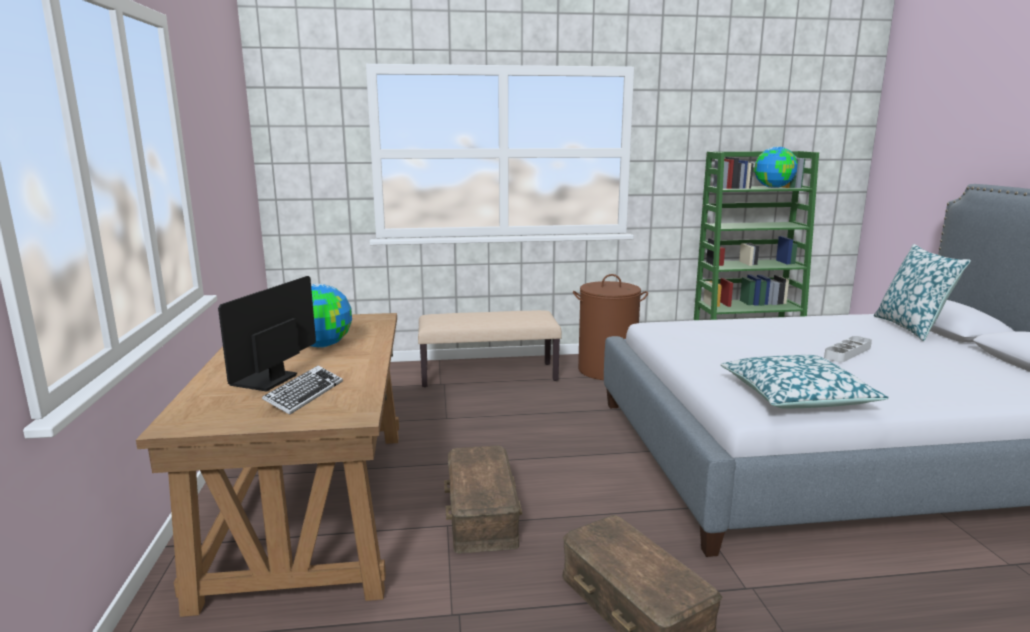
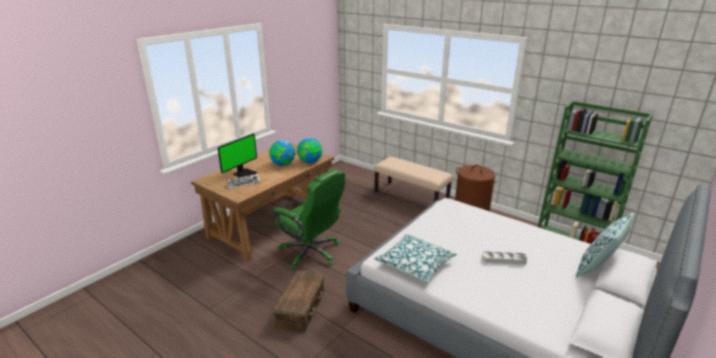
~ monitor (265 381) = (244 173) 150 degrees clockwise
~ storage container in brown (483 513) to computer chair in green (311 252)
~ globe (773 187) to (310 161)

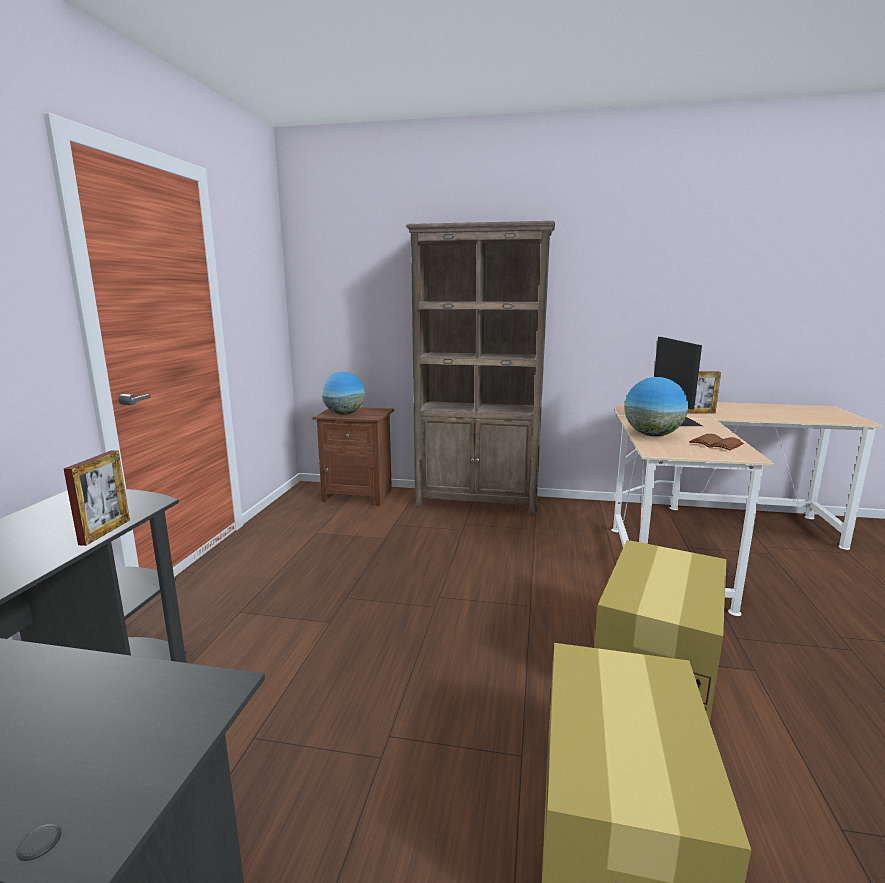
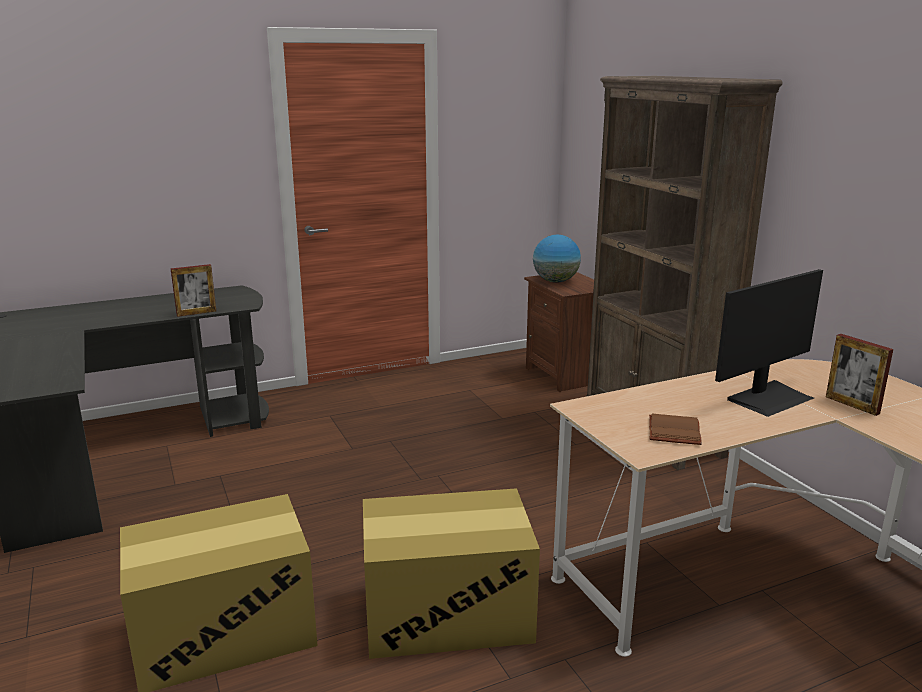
- globe (652 435)

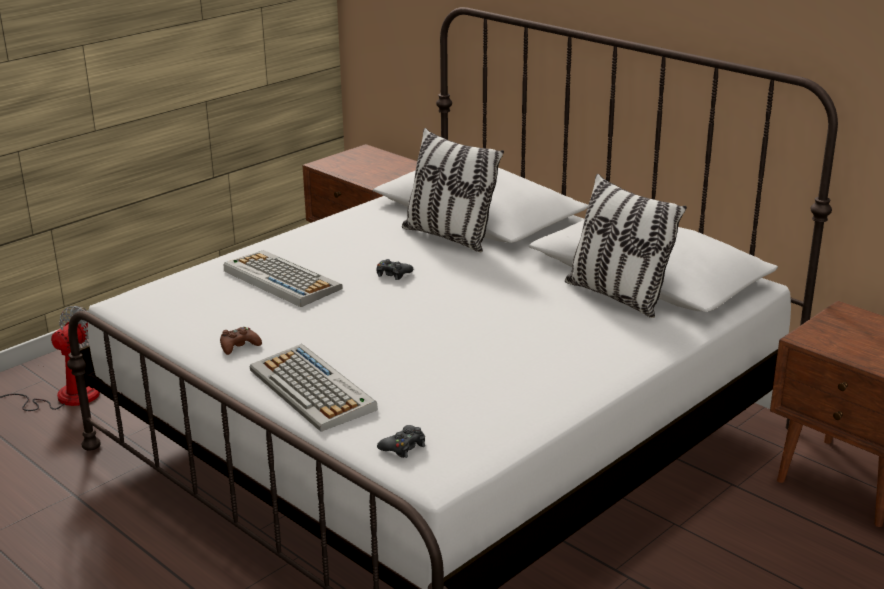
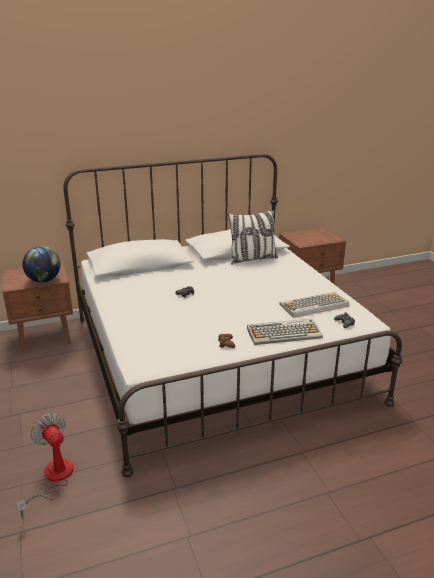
+ globe (44 280)
~ PC keyboard (280 279) to (313 305)
- throw pillow (449 237)

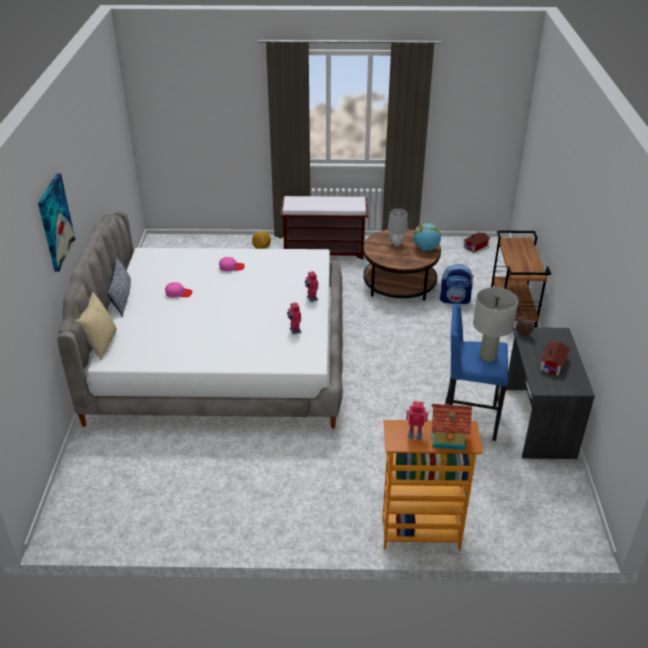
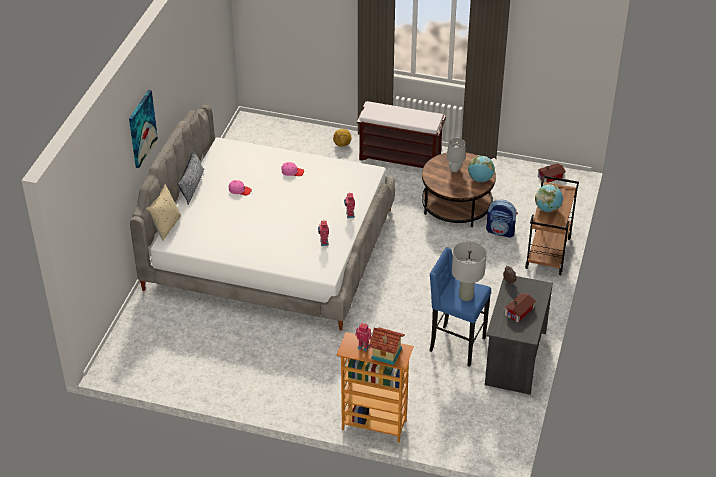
+ globe (547 209)

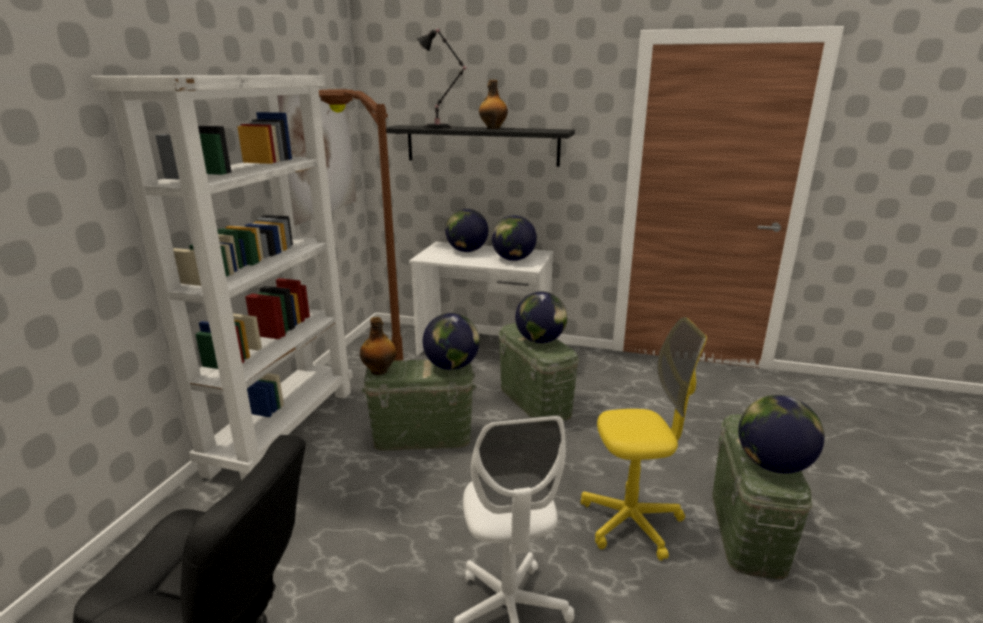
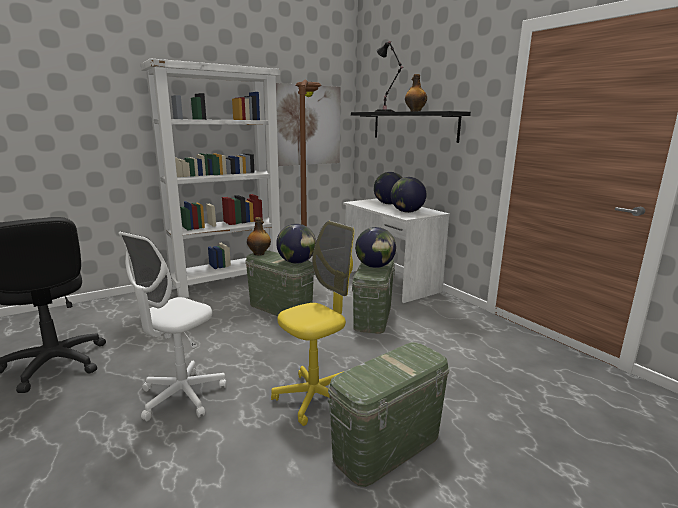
~ computer chair in yellow (631 522) = (315 398) 75 degrees counterclockwise
- globe (772 464)

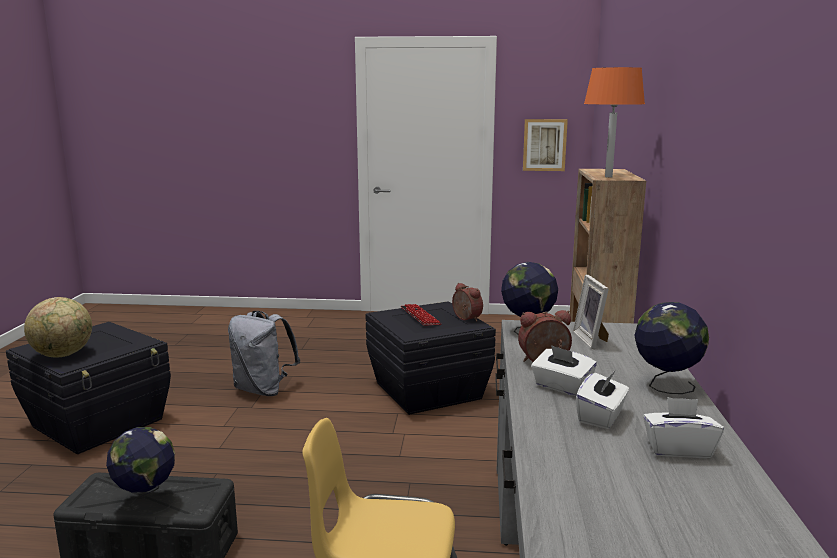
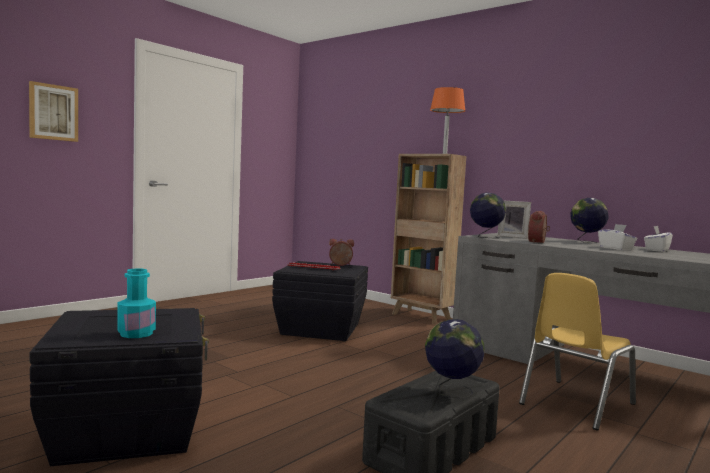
~ wall art (544 145) to (53 112)
~ globe (63 355) to bottle in blue-green (136 334)
- rucksack in grey (263 390)
- tissue box in whitish (561 387)

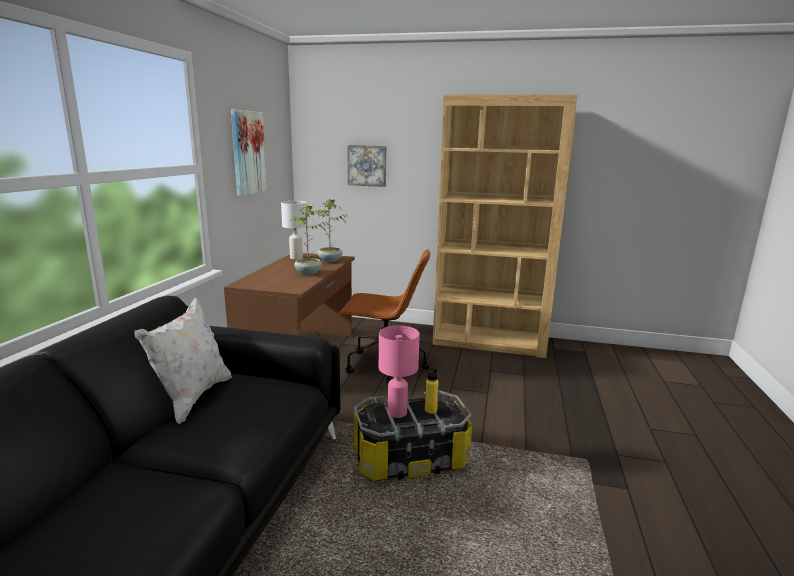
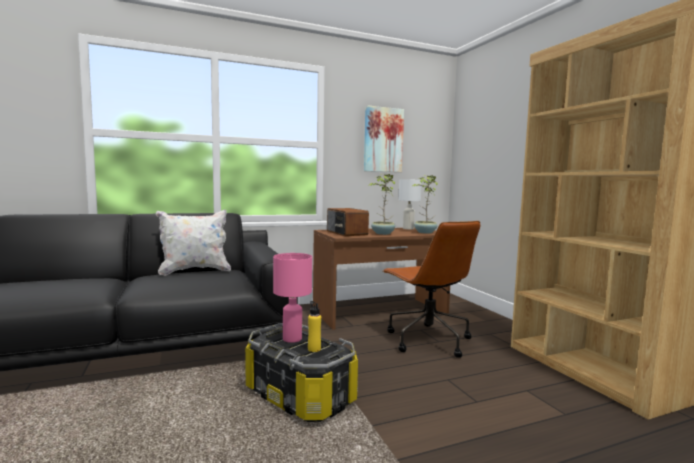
+ radio receiver (346 233)
- wall art (367 165)

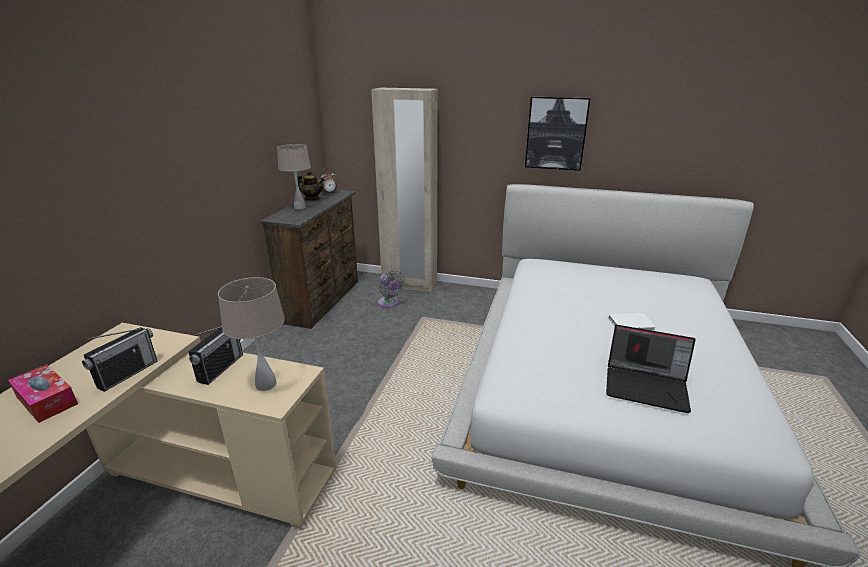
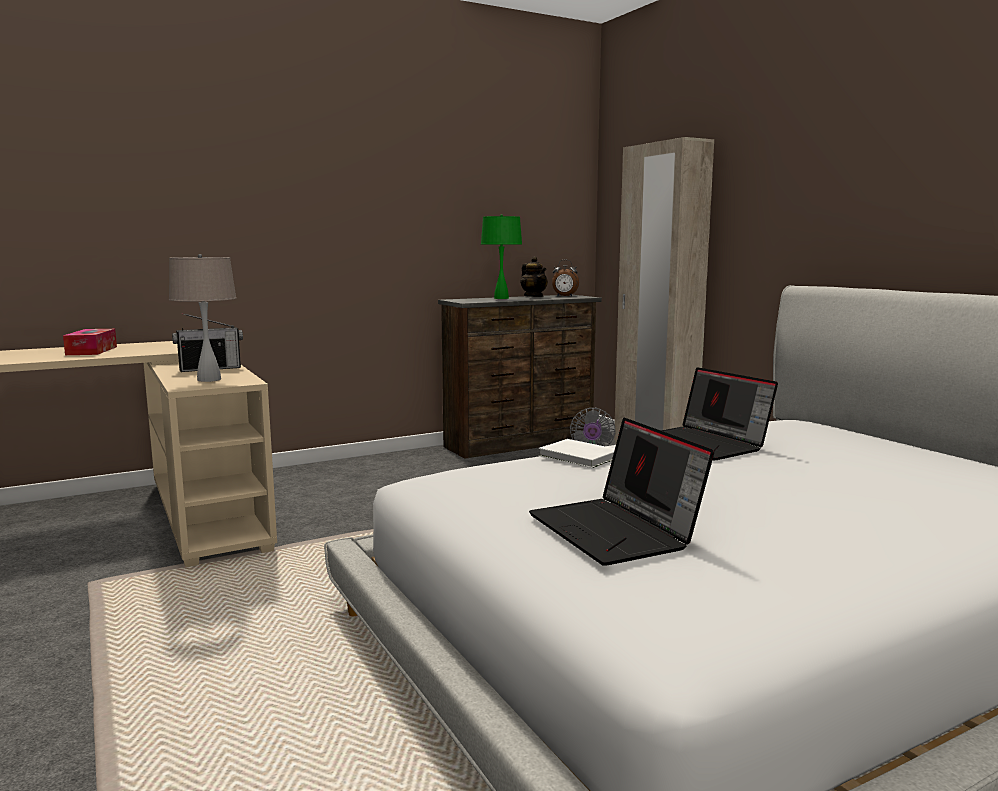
~ lamp for a table in beige (299 207) to lamp for a table in green (501 298)
~ bound book in whitish (632 324) to (580 457)
+ portable computer (706 444)
- radio receiver (127 374)
- wall art (556 133)

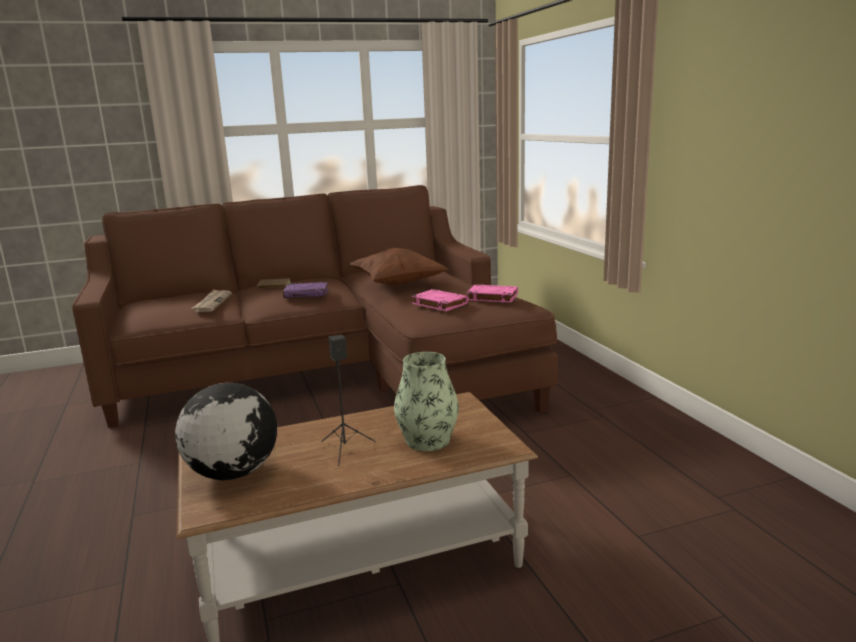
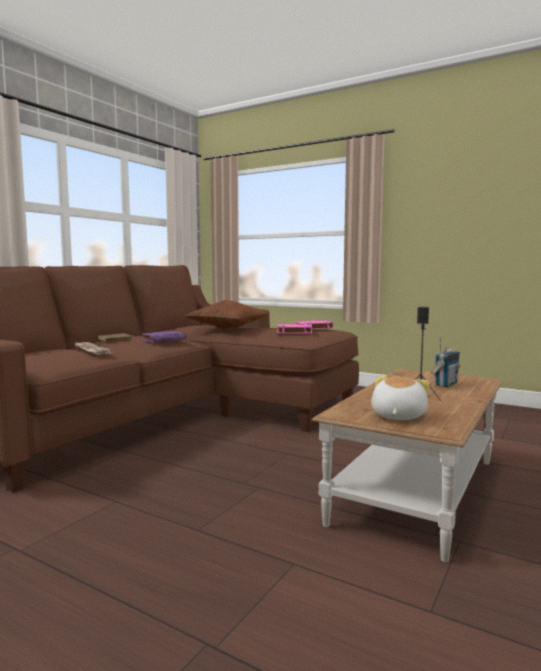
~ globe (232 473) to cuddly toy (397 416)
~ flower vase (427 440) to radio receiver (445 384)

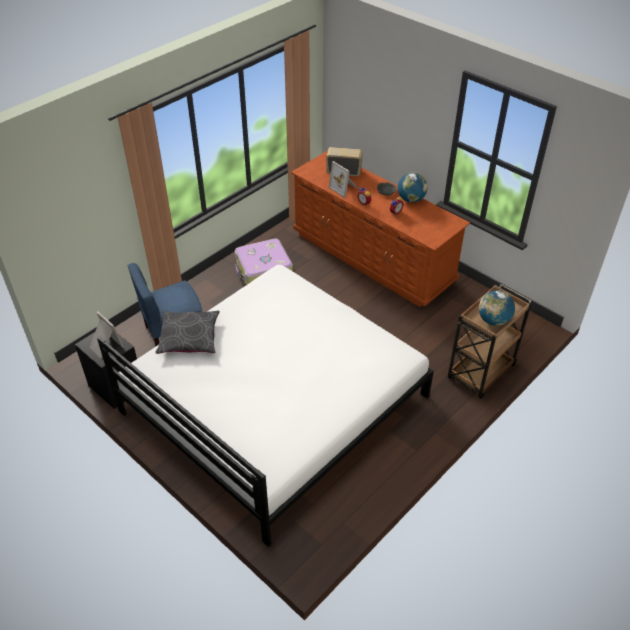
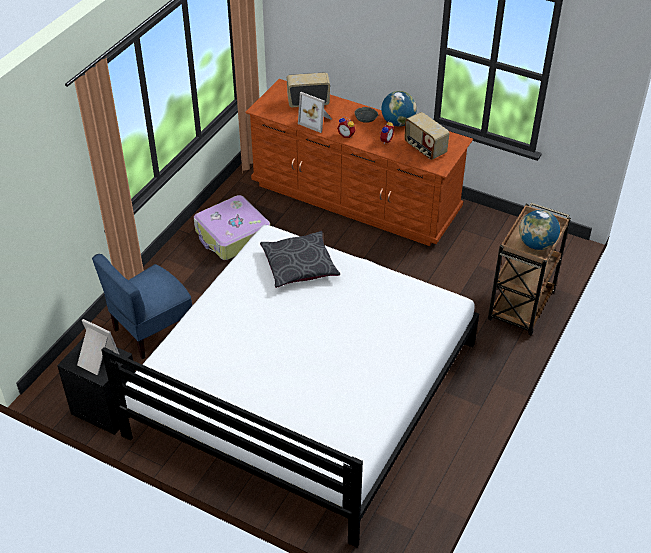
~ throw pillow in grey (189 337) to (299 265)
+ radio receiver (424 148)

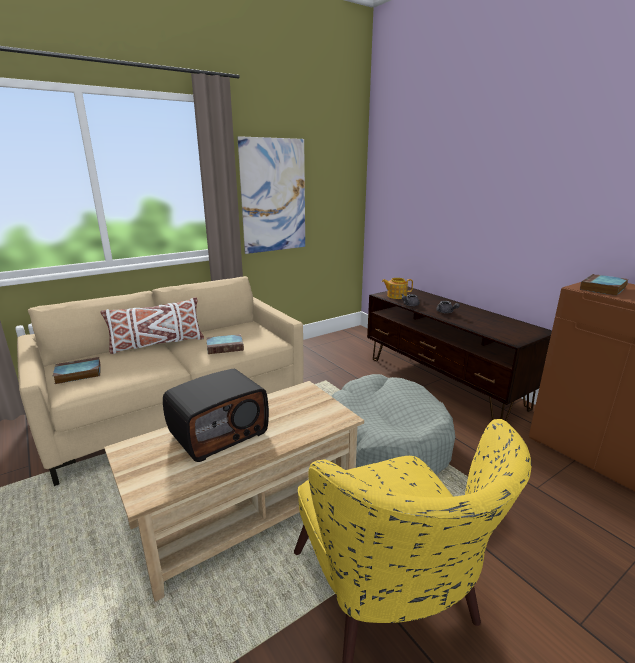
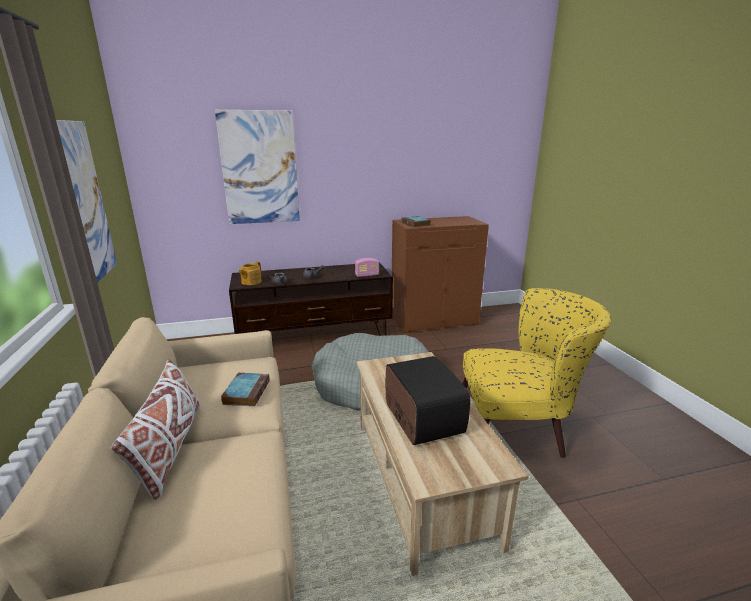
+ wall art (260 168)
+ radio receiver (367 275)
- bound book (77 374)

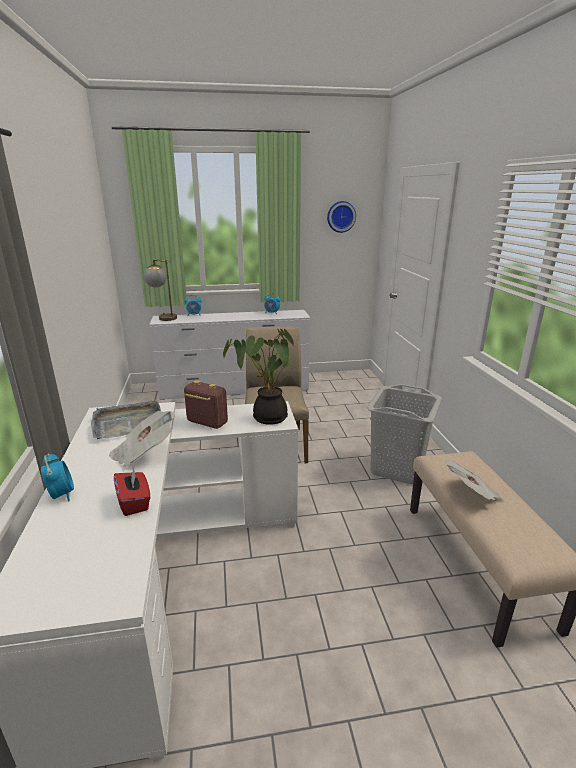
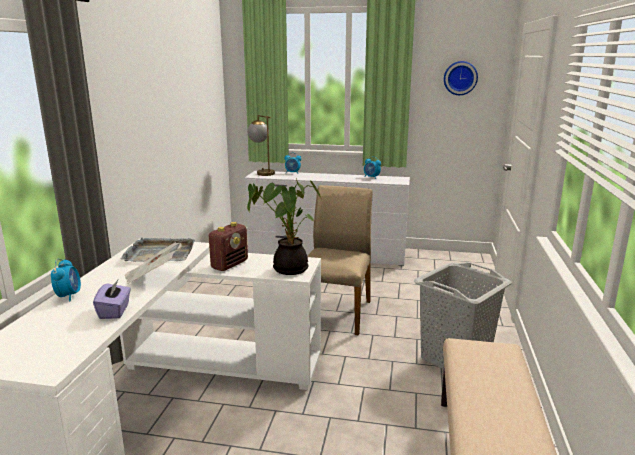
~ tissue box in reddish (134 502) to tissue box in purple (115 311)
~ radio receiver (206 422) = (229 264) 75 degrees clockwise
- printed paper (471 494)

